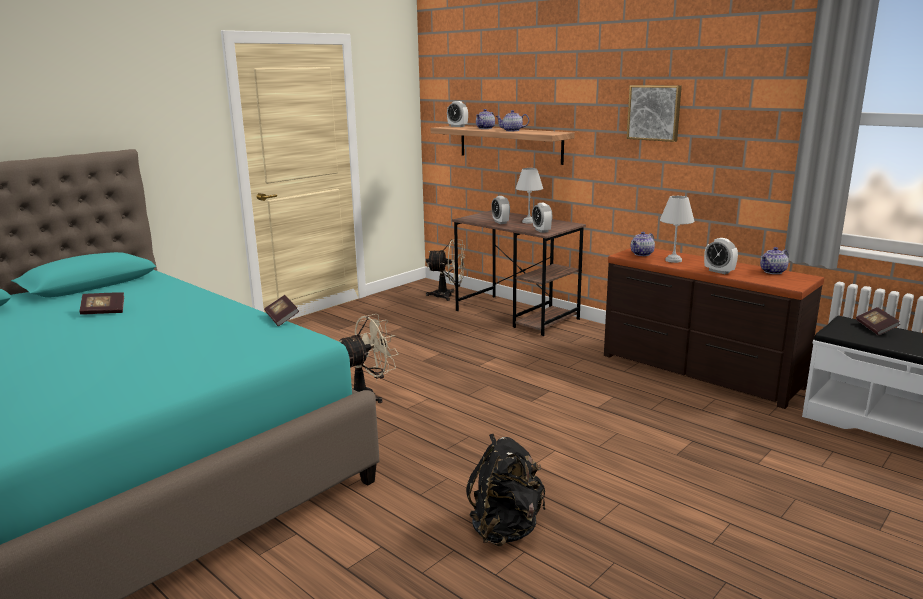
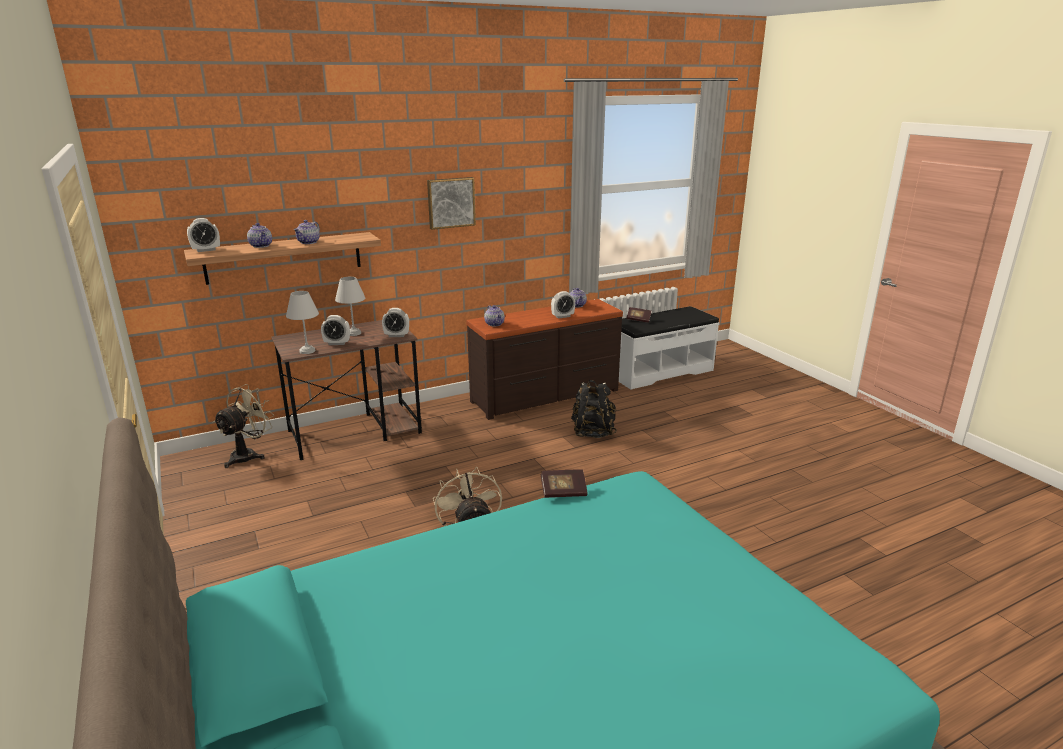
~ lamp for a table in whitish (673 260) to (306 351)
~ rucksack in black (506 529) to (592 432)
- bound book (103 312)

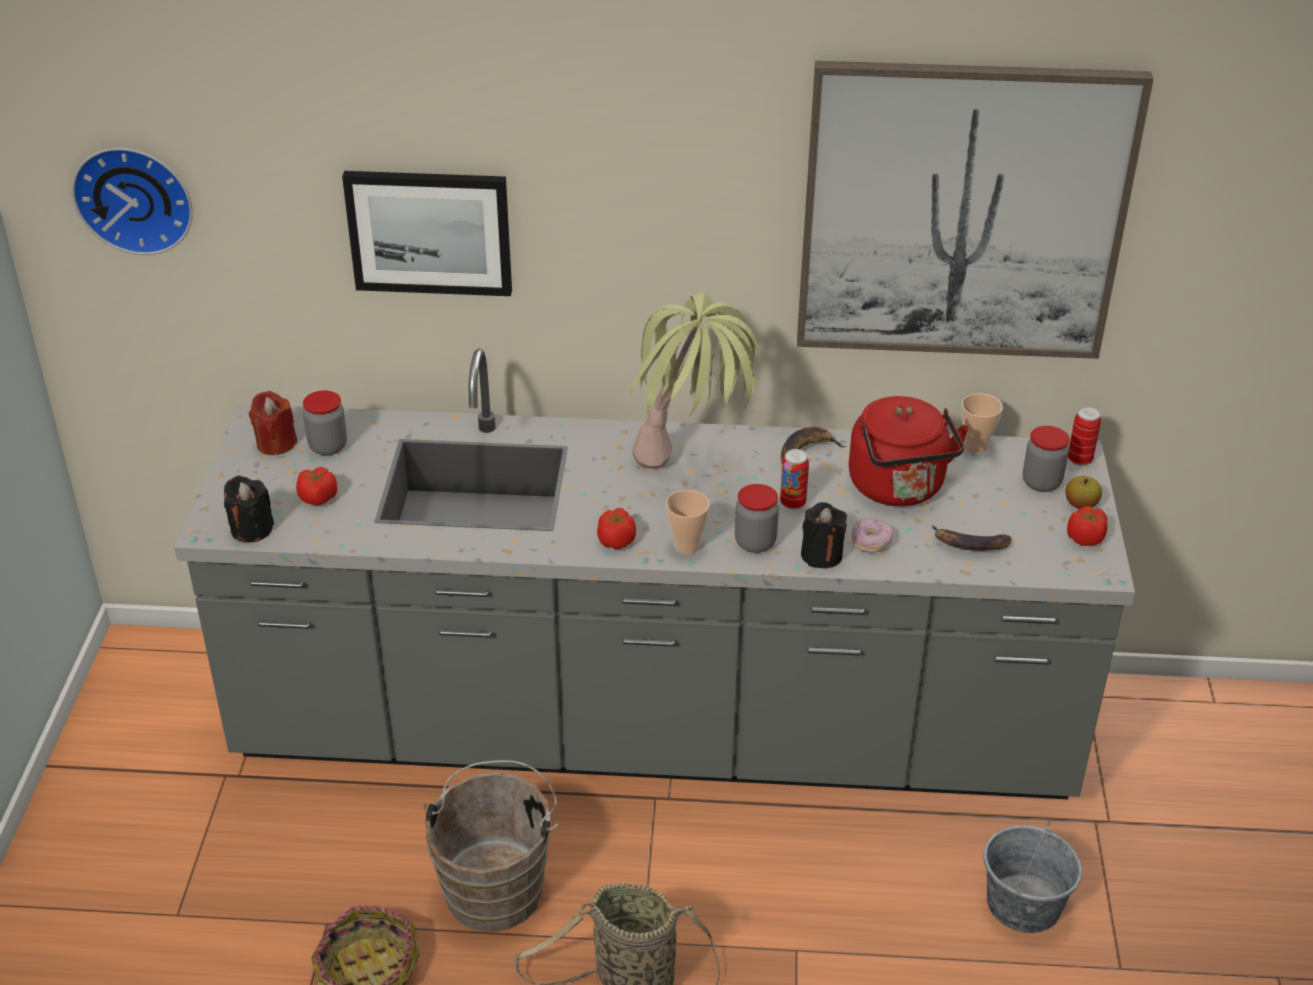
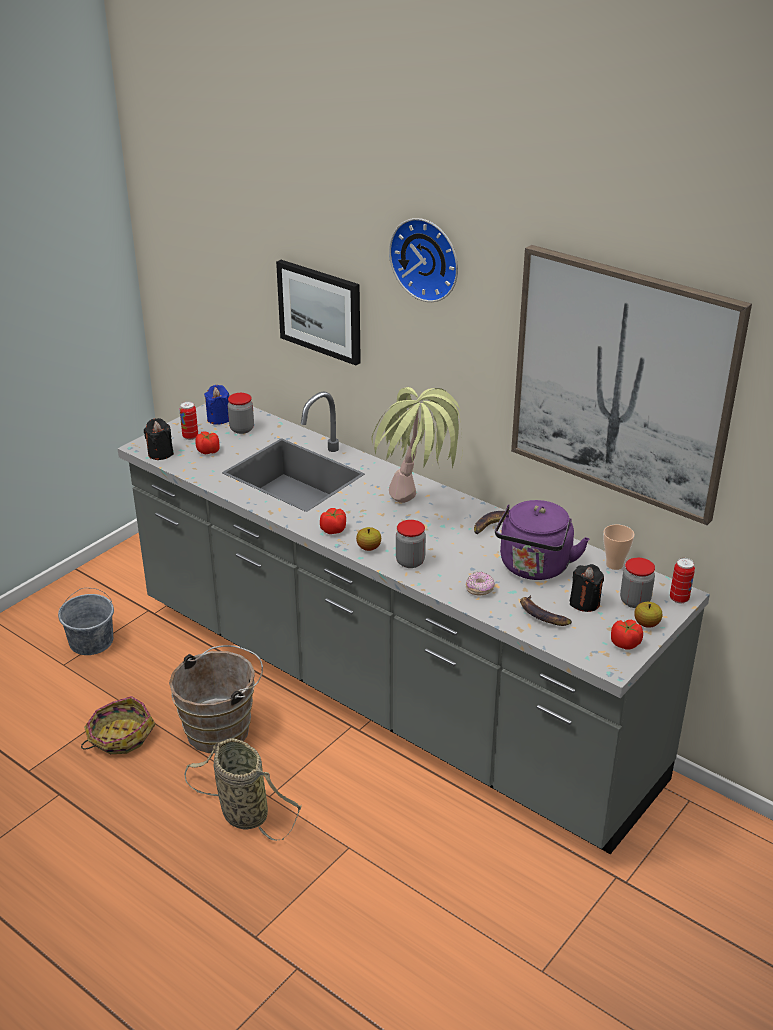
~ bucket in grey (1024 904) to (92 641)
~ metal can (792 503) to (190 436)
~ wax light in reddish (276 443) to wax light in bluish (219 419)
~ drinking cup (687 546) to apple (368 548)
~ clock on the wall (135 197) to (427 258)
~ tea kettle in reddish (899 489) to tea kettle in purple (534 568)
~ wax light in black (821 555) to (584 602)

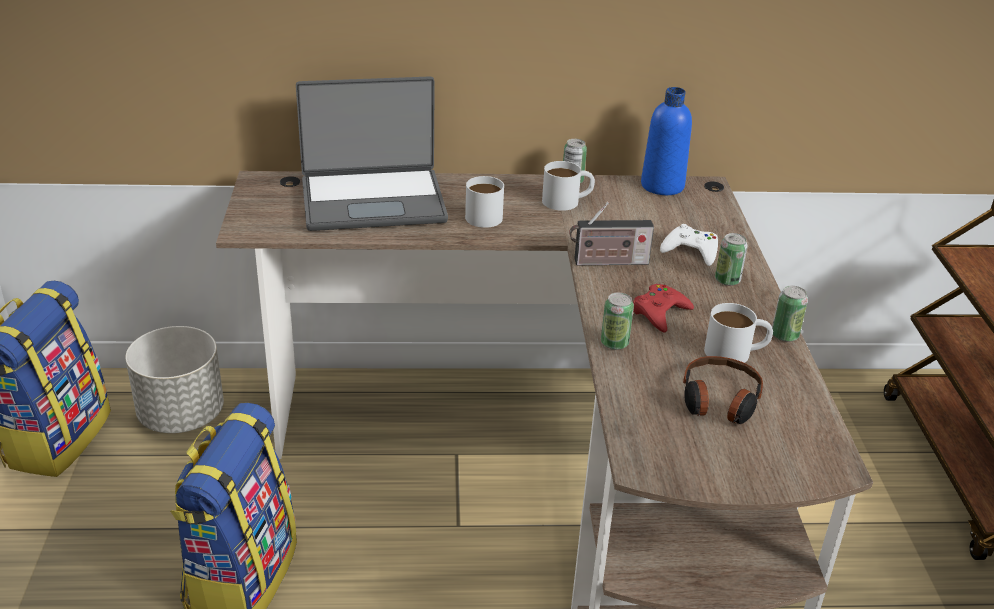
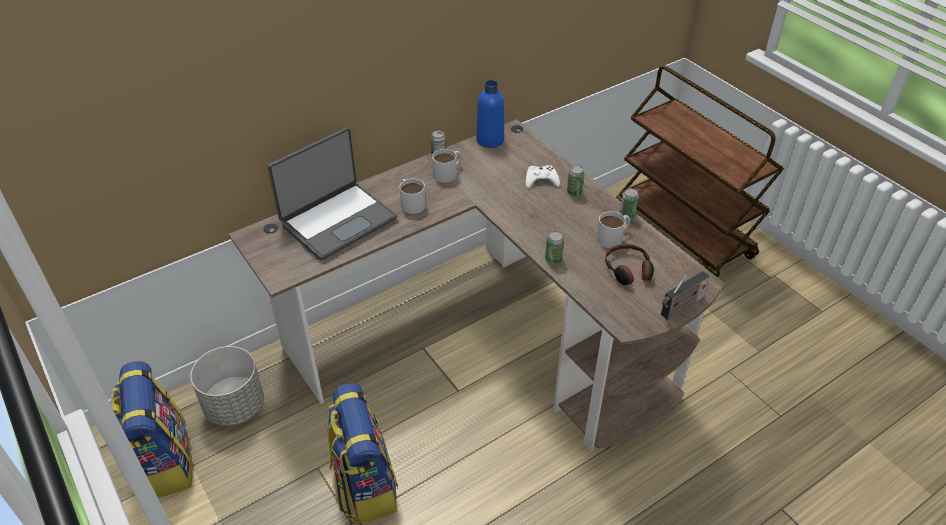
~ radio receiver (607 262) to (681 307)
- gamepad in reddish (660 313)

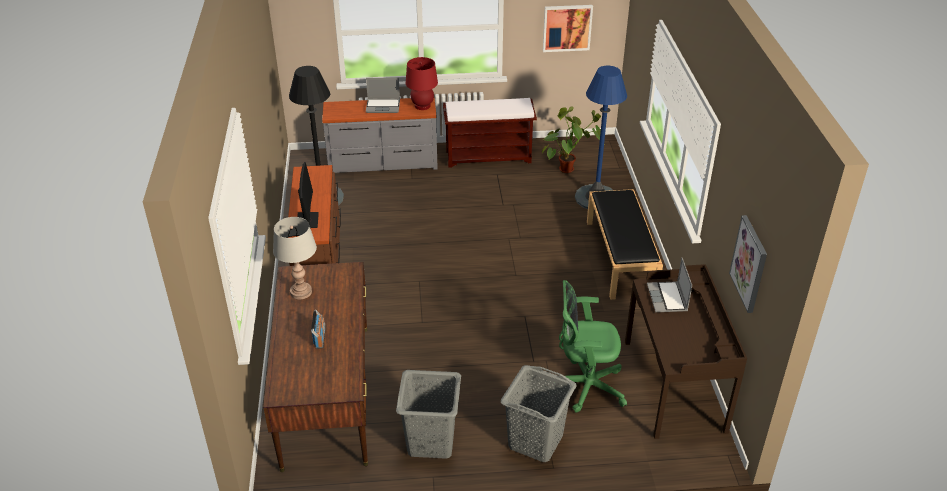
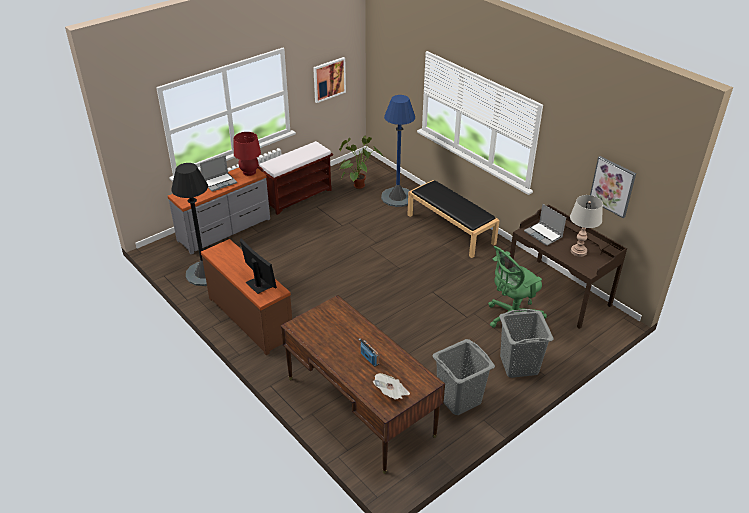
+ printed paper (391 393)
~ lamp for a table in grey (301 292) to (578 251)

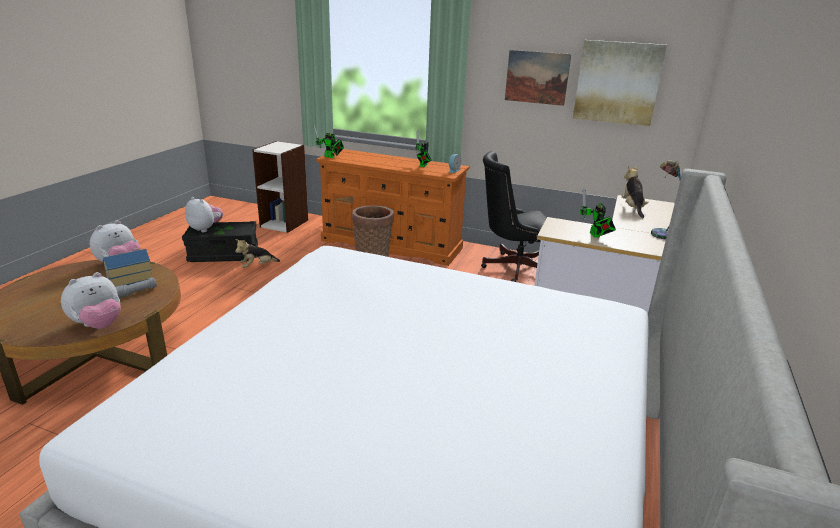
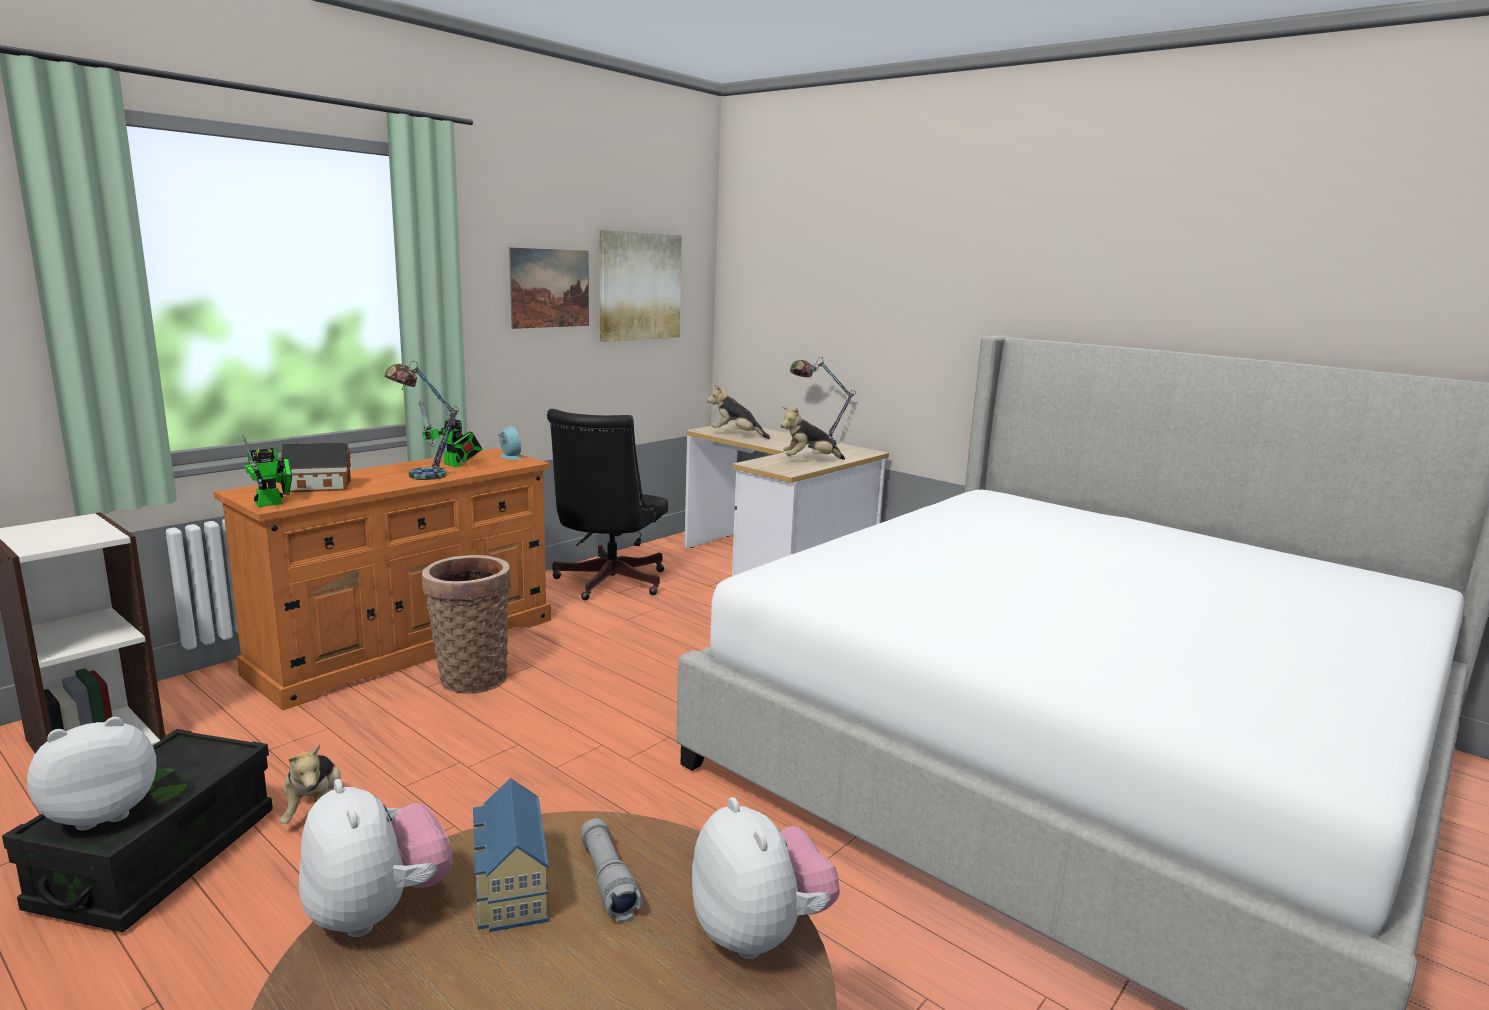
+ miniature house (316 486)
+ lamp for a table (422 473)
~ model robot (595 235) to cuddly toy (809 460)

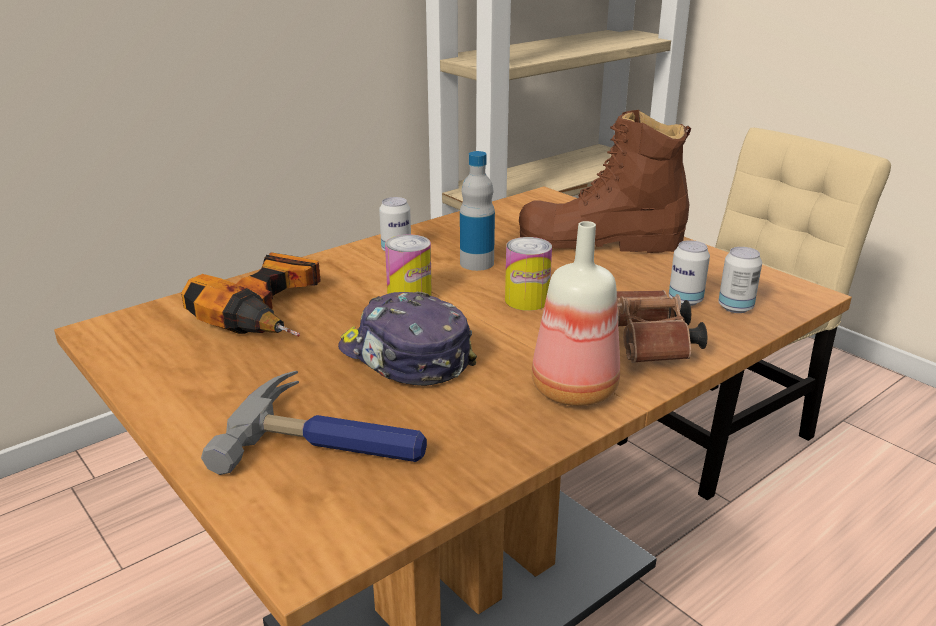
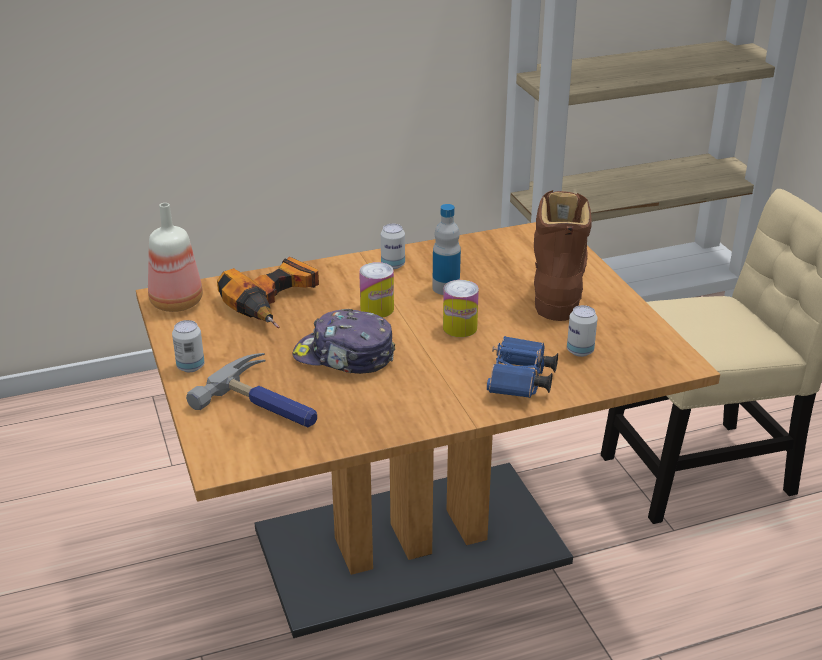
~ bottle (571 390) to (175 303)
~ metal can (735 307) to (190 366)
~ baseball cap (405 358) = (344 356) 45 degrees counterclockwise
~ field glasses in brown (651 346) to field glasses in bluish (520 383)
~ high-top boot in brown (600 241) = (559 285) 75 degrees clockwise

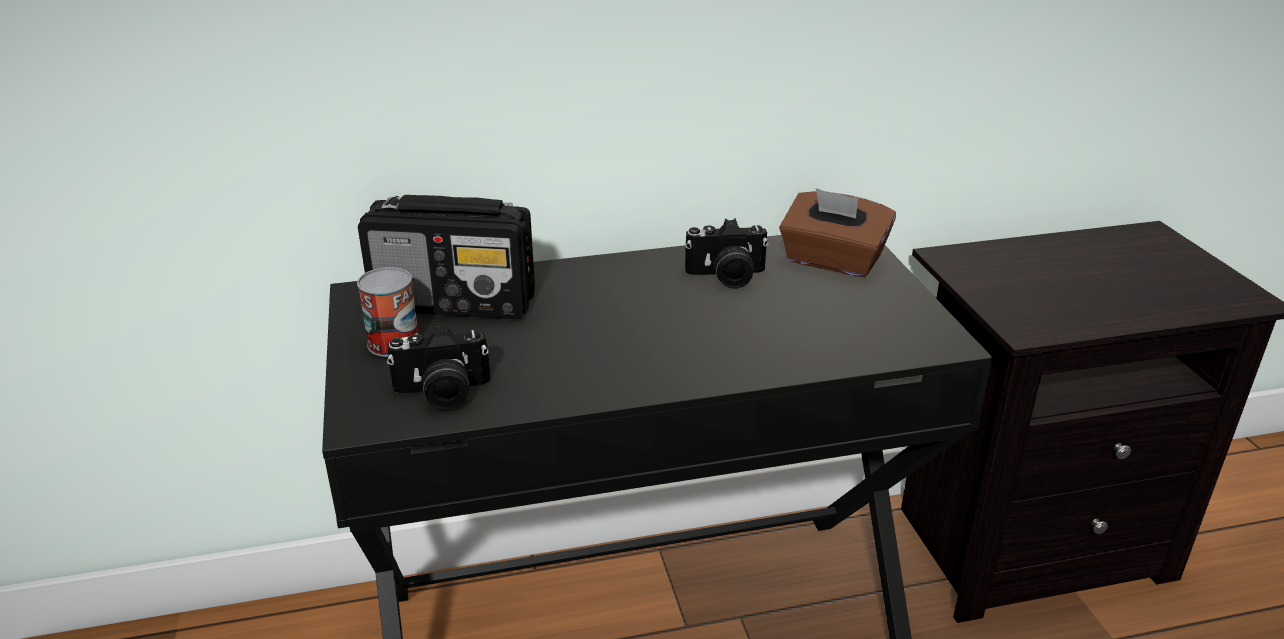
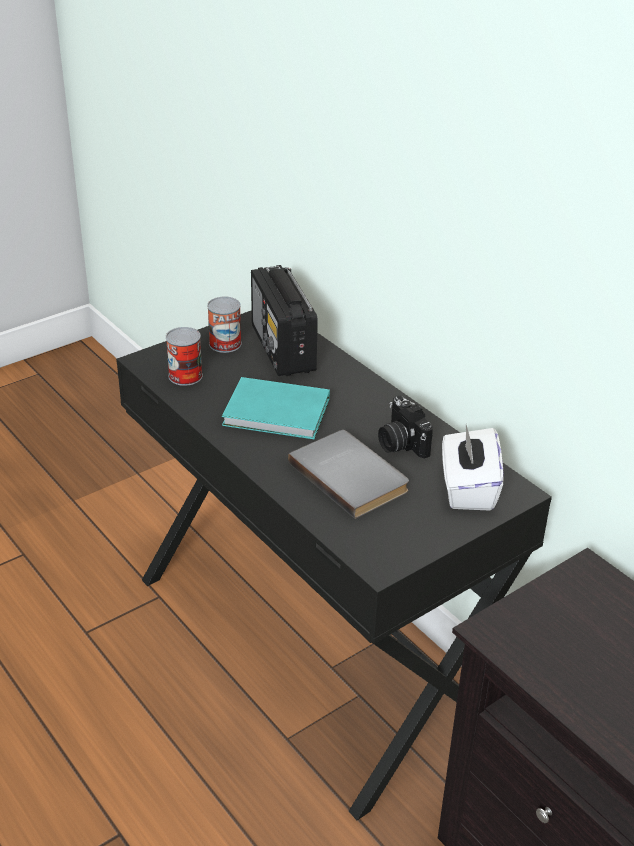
~ photo camera (442 393) to metal can (185 376)
+ bound book in blue-green (279 413)
+ bound book in grey (351 475)
~ tissue box in brown (832 261) to tissue box in whitish (467 489)

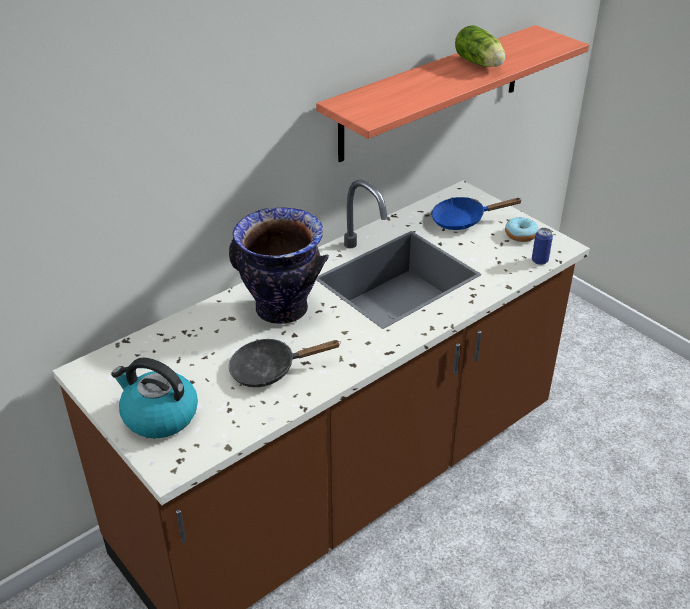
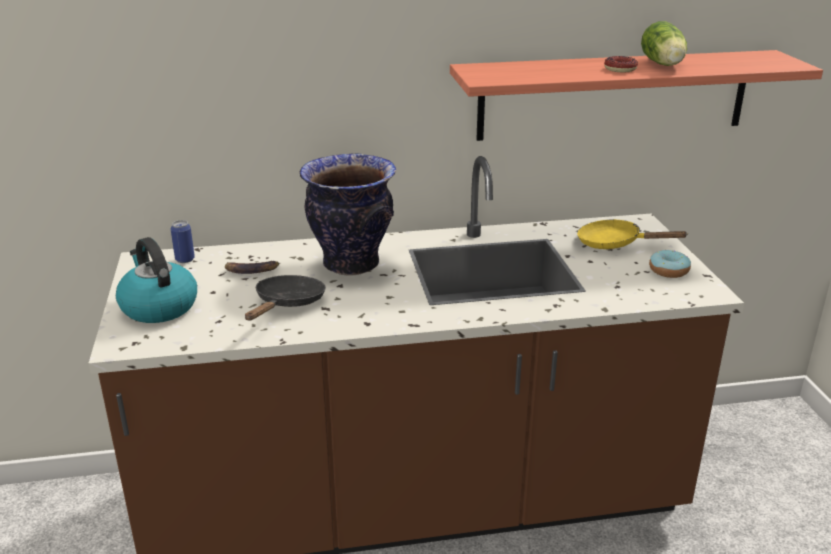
~ metal can (539 260) to (185 259)
+ banana fruit (251 270)
~ skillet in black (270 370) = (287 304) 90 degrees clockwise
~ skillet in bluish (463 220) to skillet in yellow (615 244)
+ donut (620 69)

